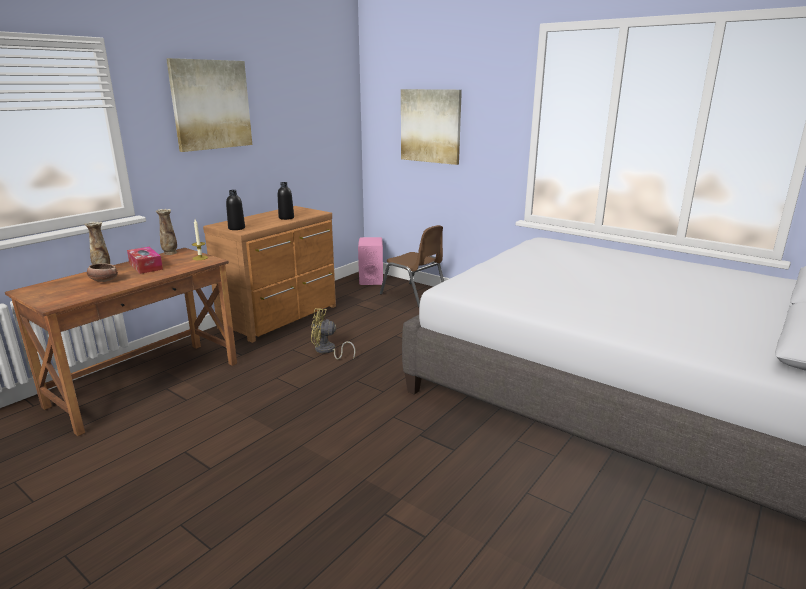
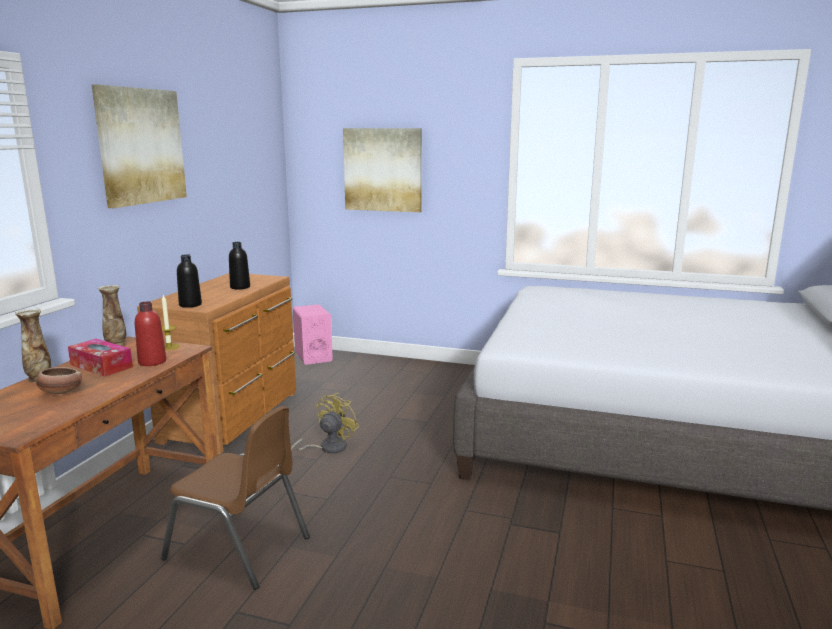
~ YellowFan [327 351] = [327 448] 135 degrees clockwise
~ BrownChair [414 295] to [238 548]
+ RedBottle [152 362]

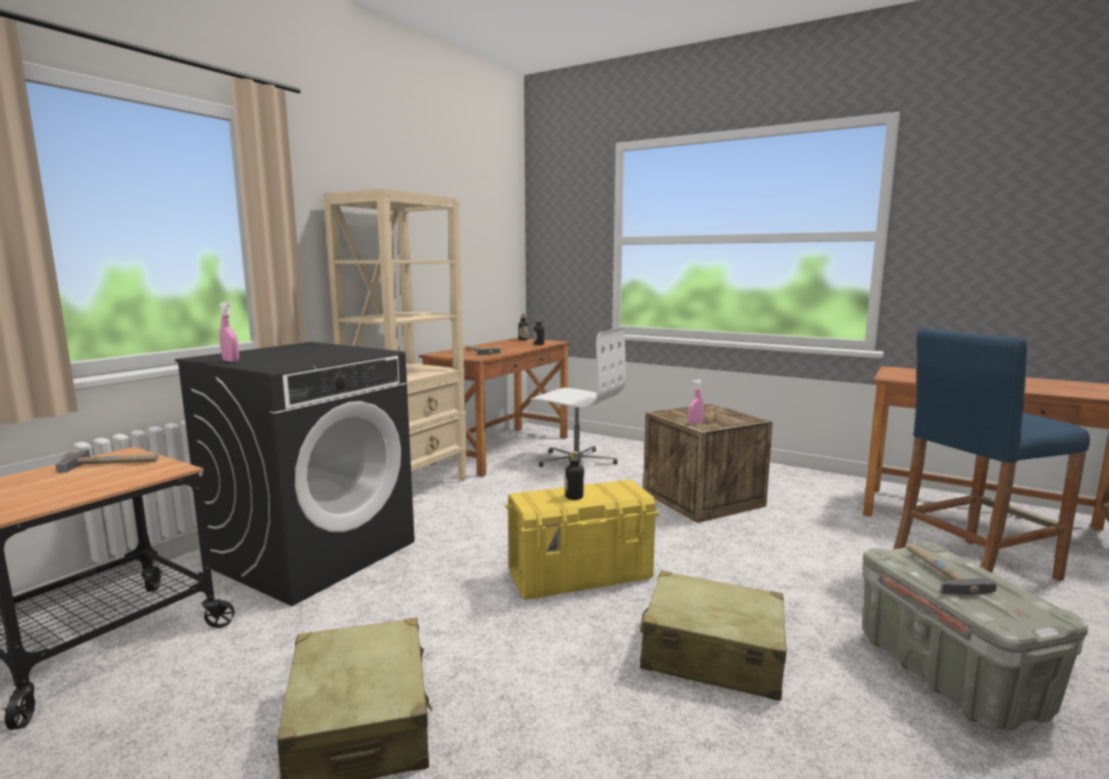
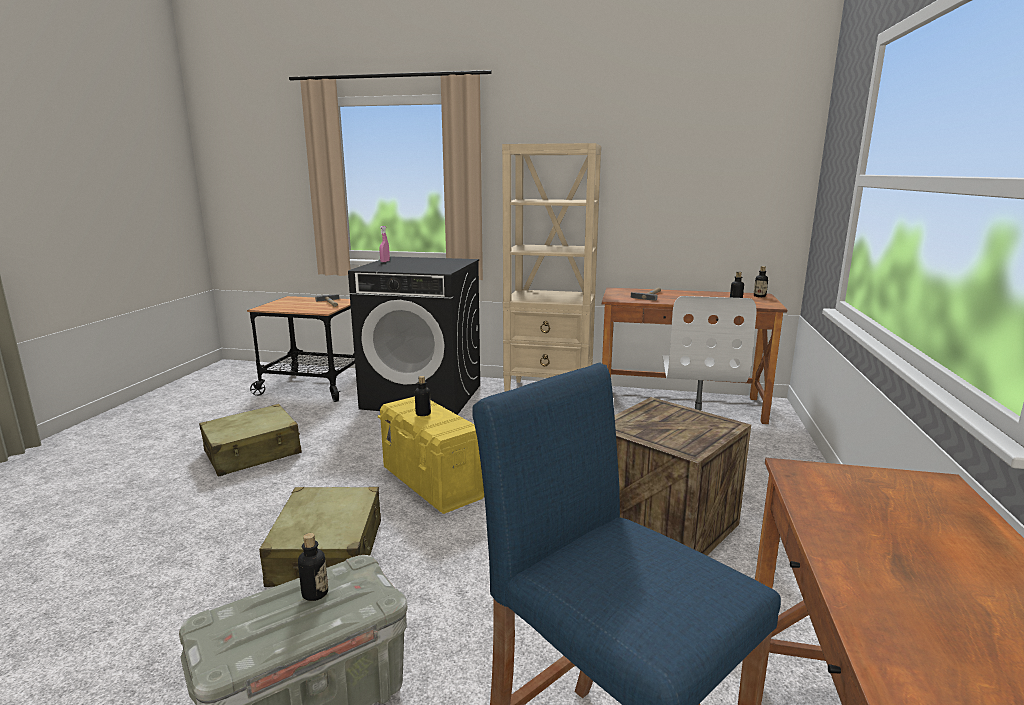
- PinkSprayBottle [695 424]
~ Hammer [937 572] to Bottle [315 593]

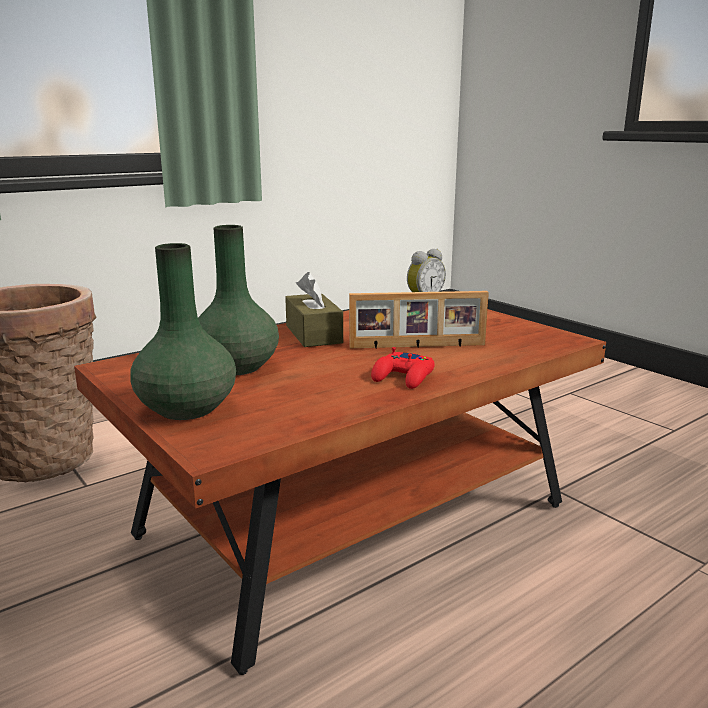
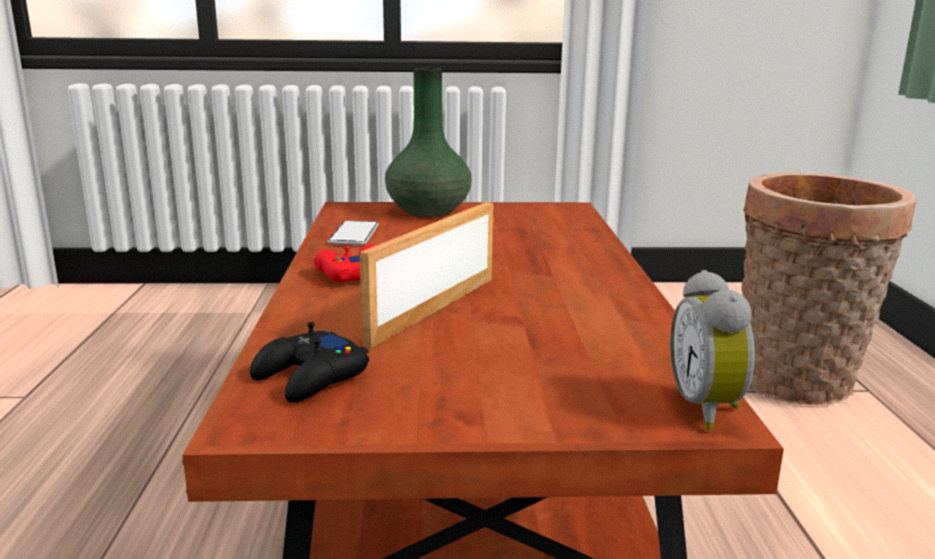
- GreenVase [237 367]
- BrownTissueBox [313 334]
+ BlackGameController [310 378]
+ Phone [354 235]

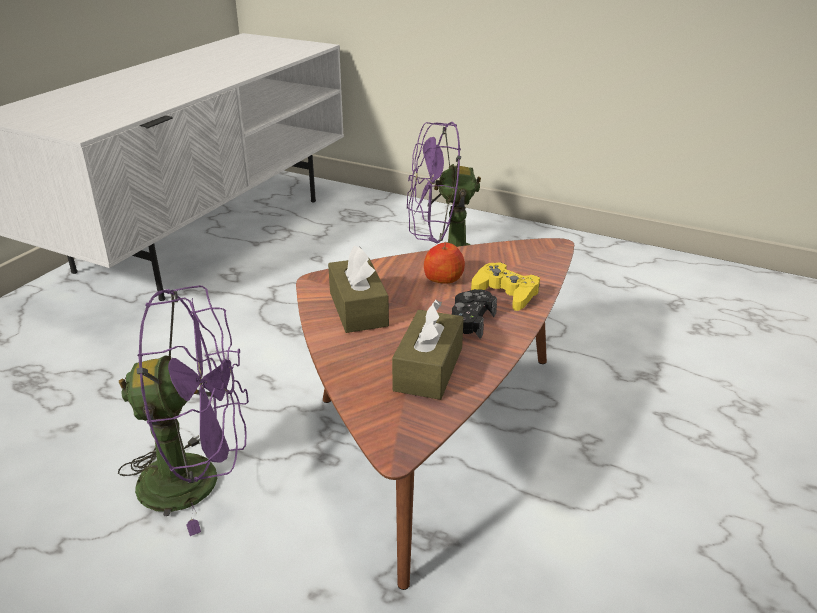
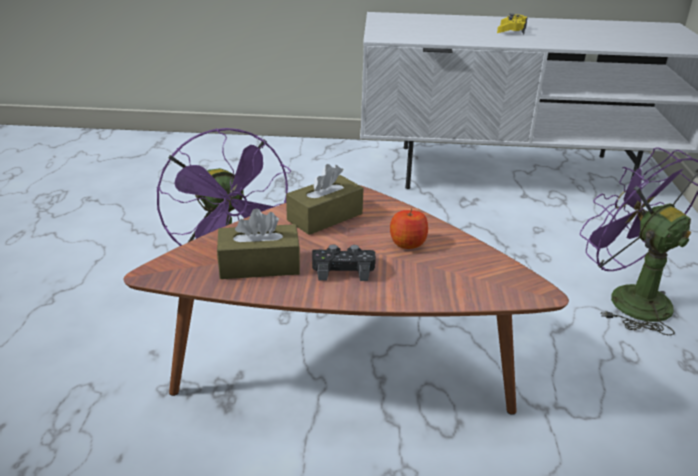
~ YellowGameController [506 293] to [511 30]

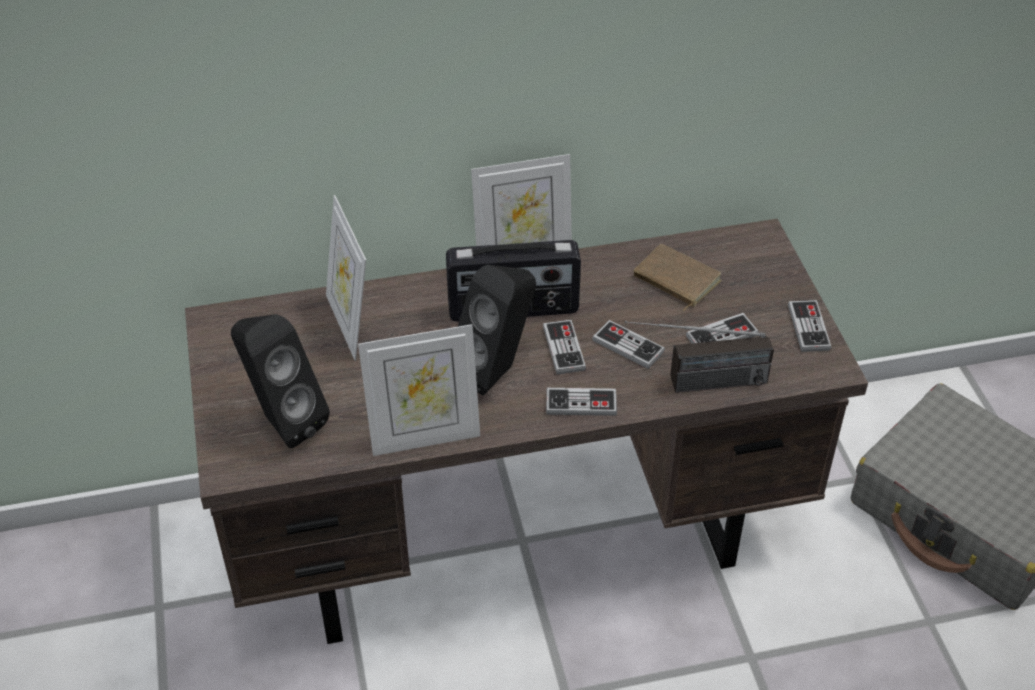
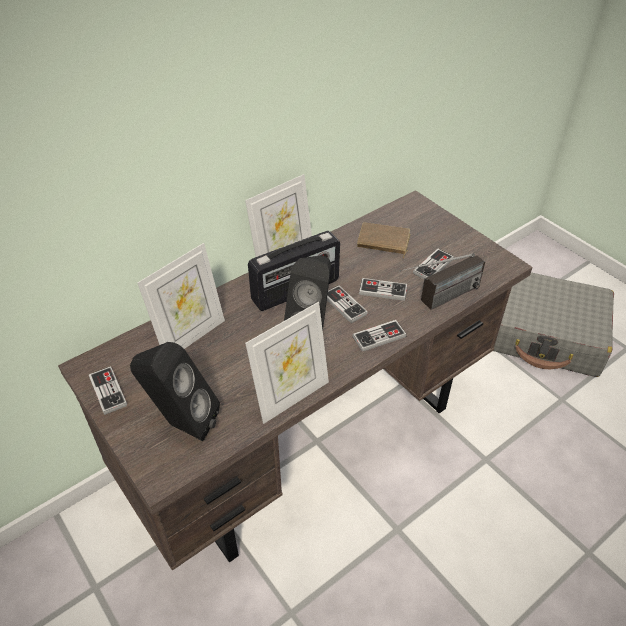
~ PictureFrame [350 324] = [191 336] 90 degrees counterclockwise
~ GameController [808 327] to [108 391]

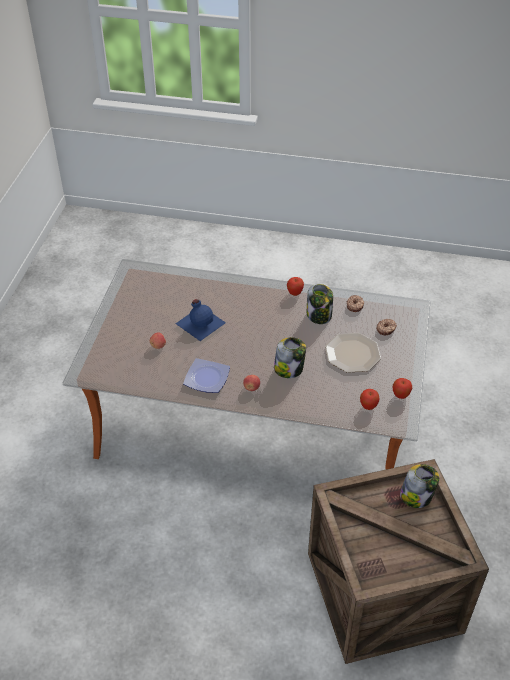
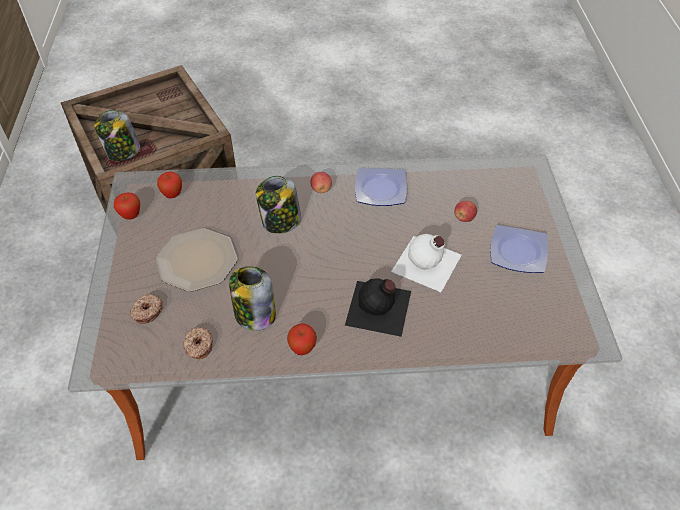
~ BlueBottle [200 322] to WhiteBottle [427 264]
+ BlackBottle [379 308]
+ Plate [519 251]

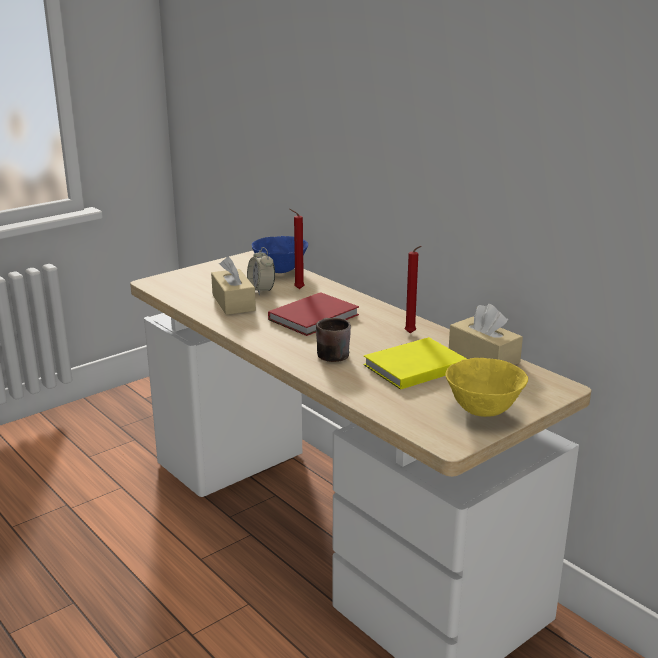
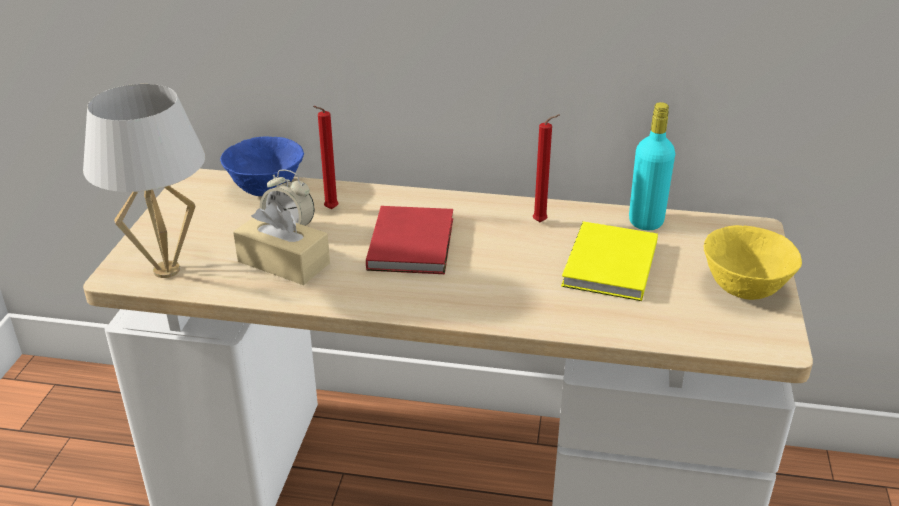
- BrownMug [328 353]
~ BeigeTissueBox [483 356] to TurquoiseBottle [646 221]
+ WhiteTableLamp [167 270]

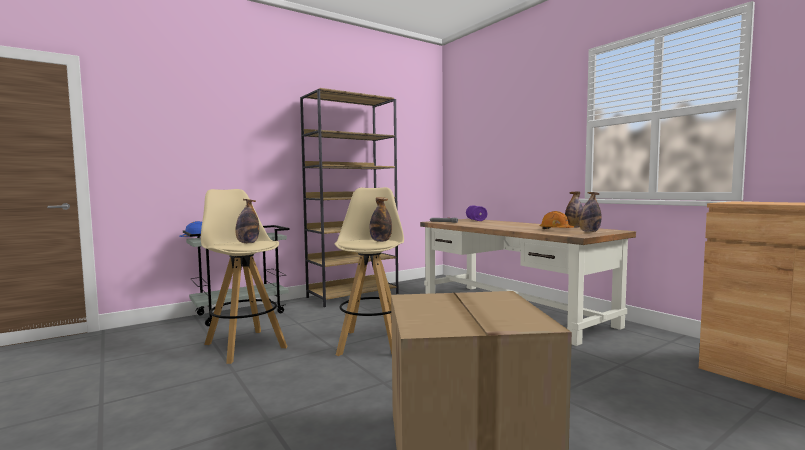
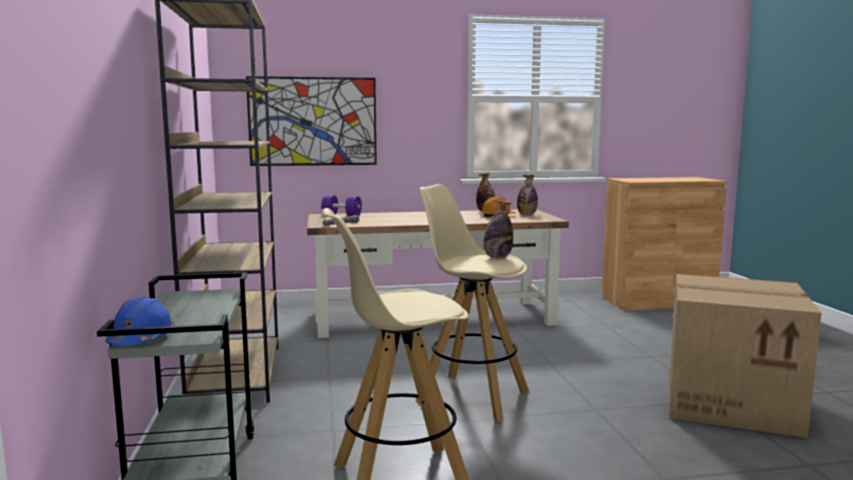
- Bottle [247 243]
+ Picture [313 121]

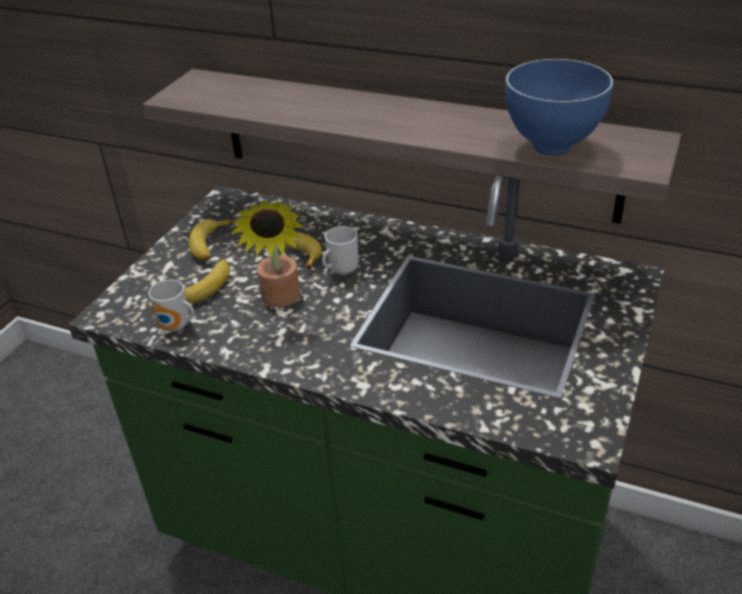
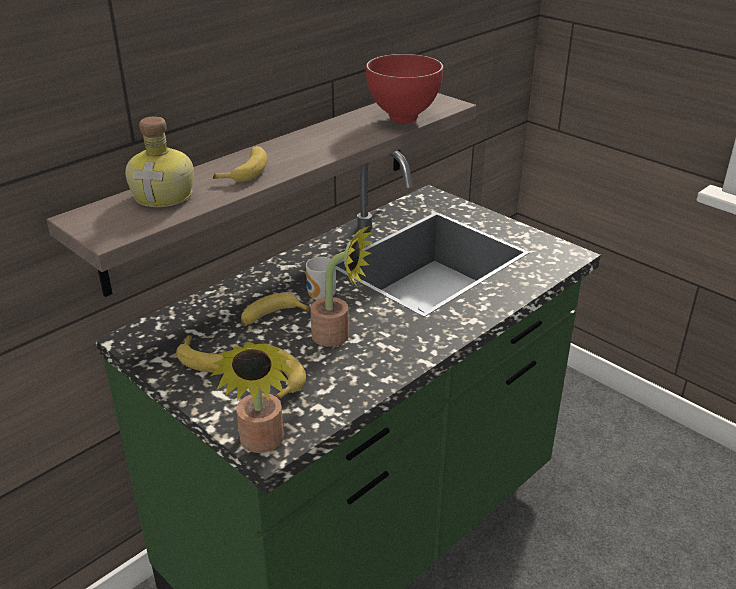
- Mug [176 327]
~ BlueBowl [549 148] to RedBowl [402 120]
+ Bottle [165 195]
+ PottedPlant [261 444]
+ Banana [245 170]

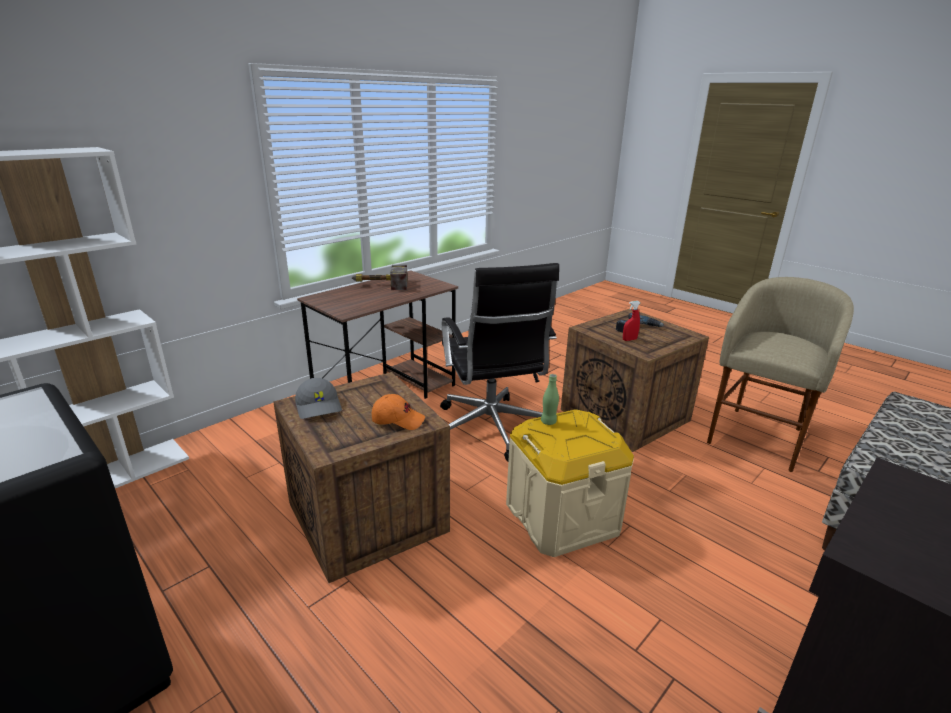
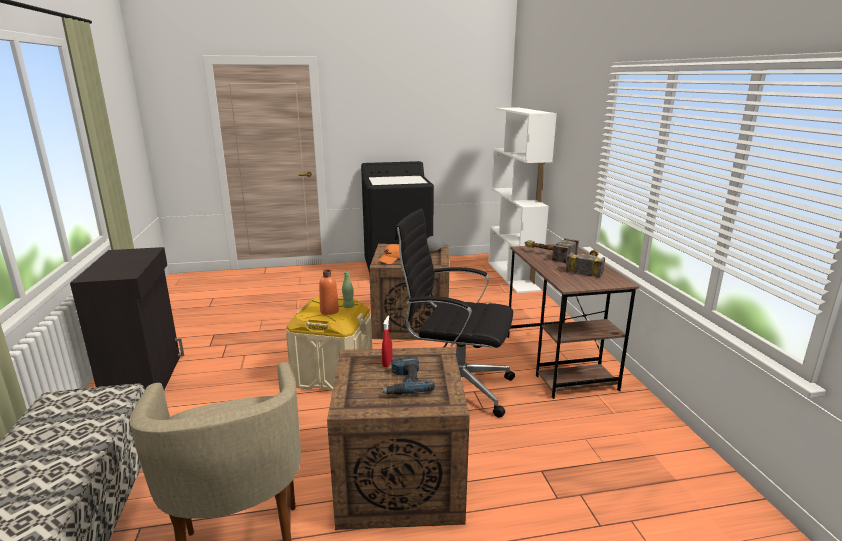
+ OrangeBottle [329 311]
+ Hammer [547 254]

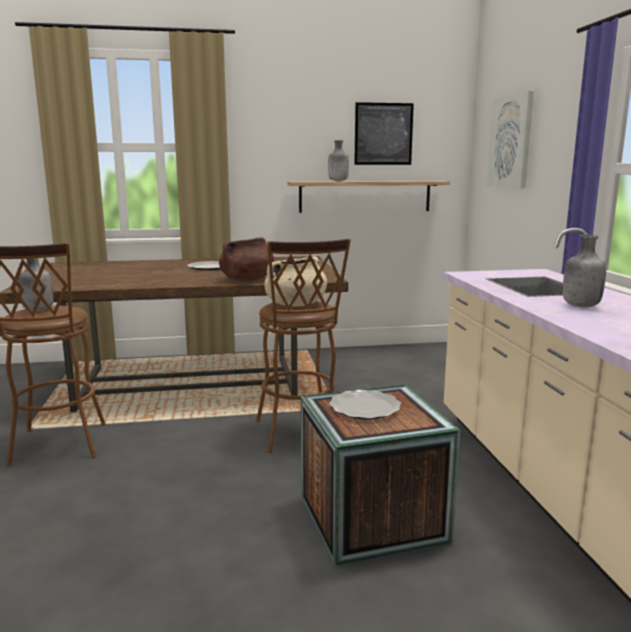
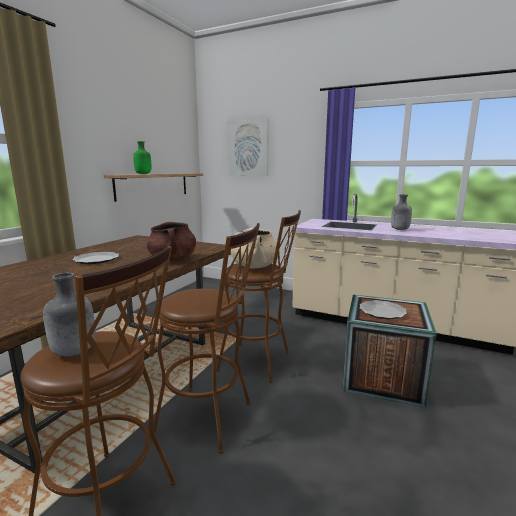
~ GreyBottle [338 181] to GreenBottle [143 174]
- Picture [383 134]
+ BrownStool [211 419]

